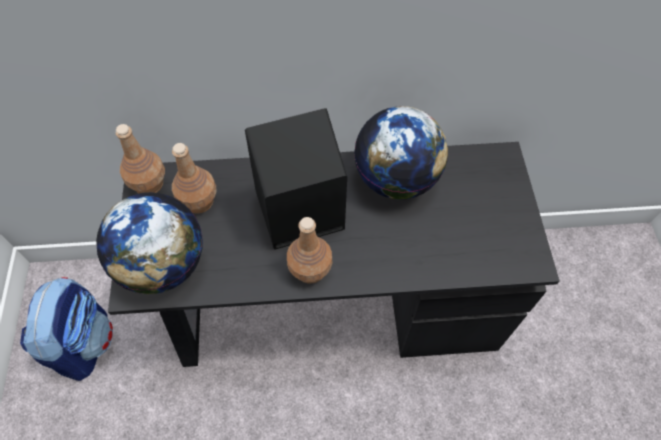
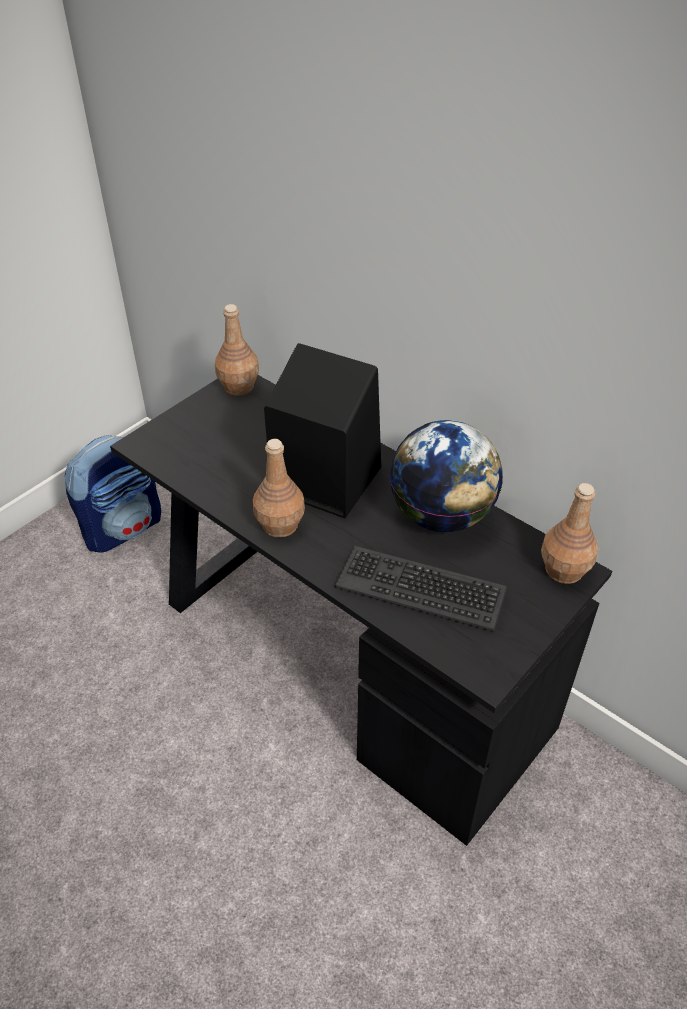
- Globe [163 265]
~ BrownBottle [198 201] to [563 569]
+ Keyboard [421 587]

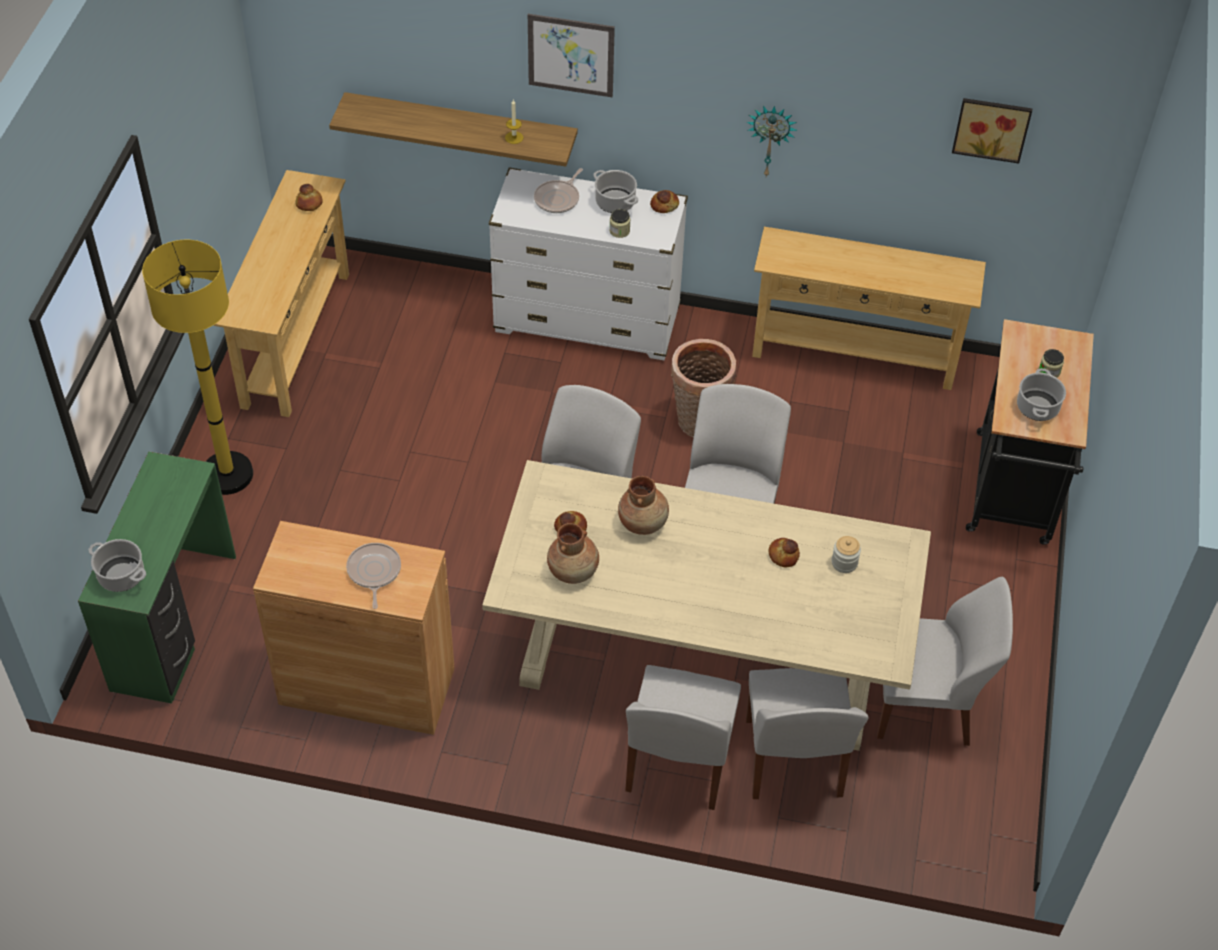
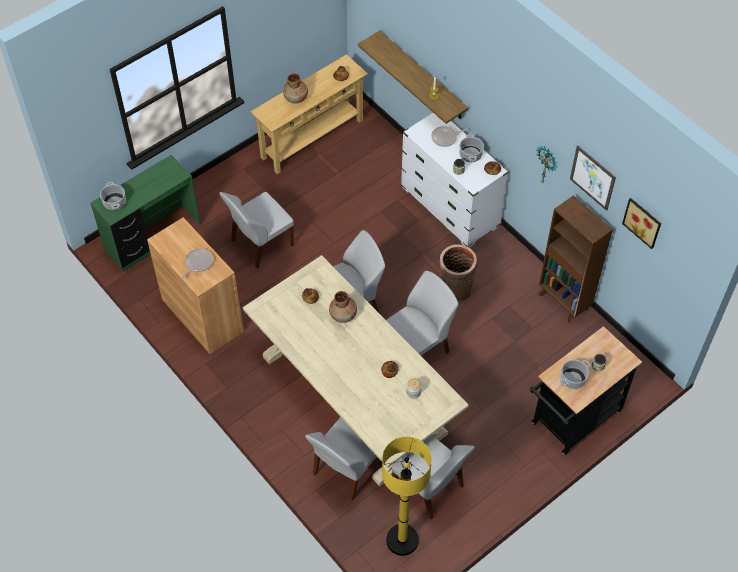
~ YellowFloorLamp [227 474] to [402 540]
~ Picture [571 55] to [592 177]
~ BrownVase [573 570] to [296 98]
~ WhiteChair [678 764] to [260 244]
~ BeigeConsoleTable [854 354] to BrownBookcase [563 302]

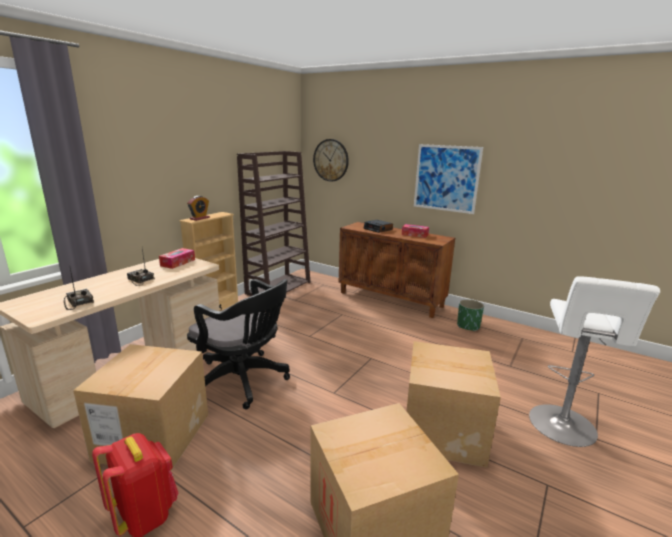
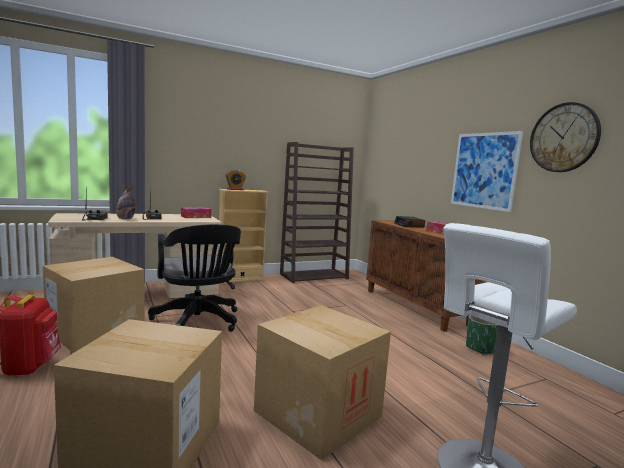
~ WallClock [331 160] to [564 138]
+ Bottle [125 219]

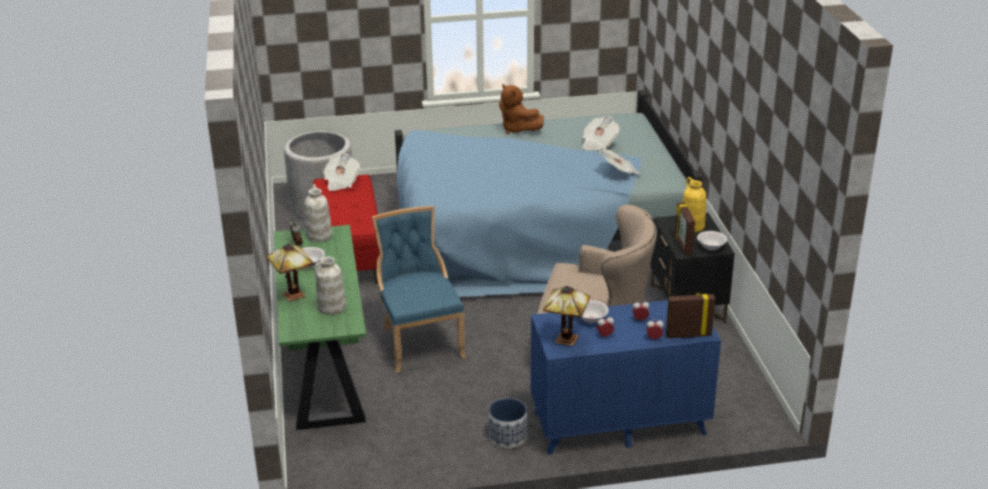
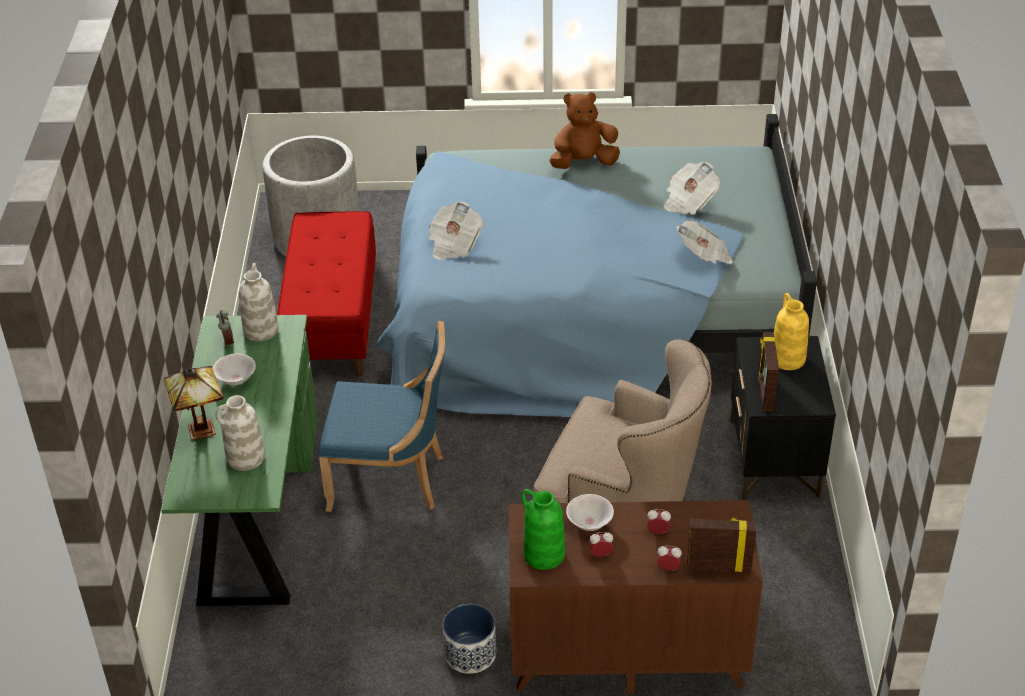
~ Newspaper [341 182] to [454 244]
~ BlueChair [419 341] = [391 480] 105 degrees clockwise
~ BrownPlushToy [517 129] = [583 163] 105 degrees clockwise
~ BlueDresser [618 423] to BrownDresser [626 651]
~ TableLamp [564 339] to GreenVase [543 554]
- WhiteBowl [711 247]

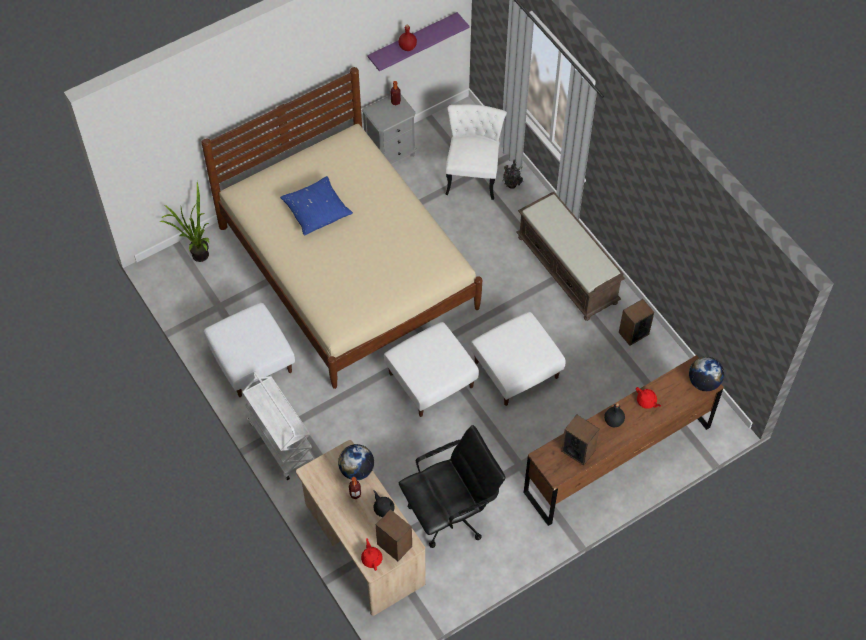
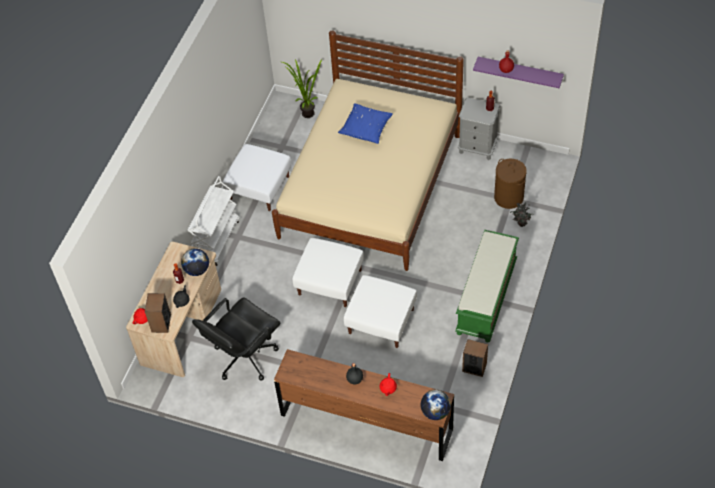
~ BlackOfficeChair [451 513] = [244 357] 105 degrees clockwise
~ WhiteChair [473 173] to BrownLaundryBasket [509 197]
~ BrownBench [568 270] to GreenBench [487 298]
- Speaker [578 450]

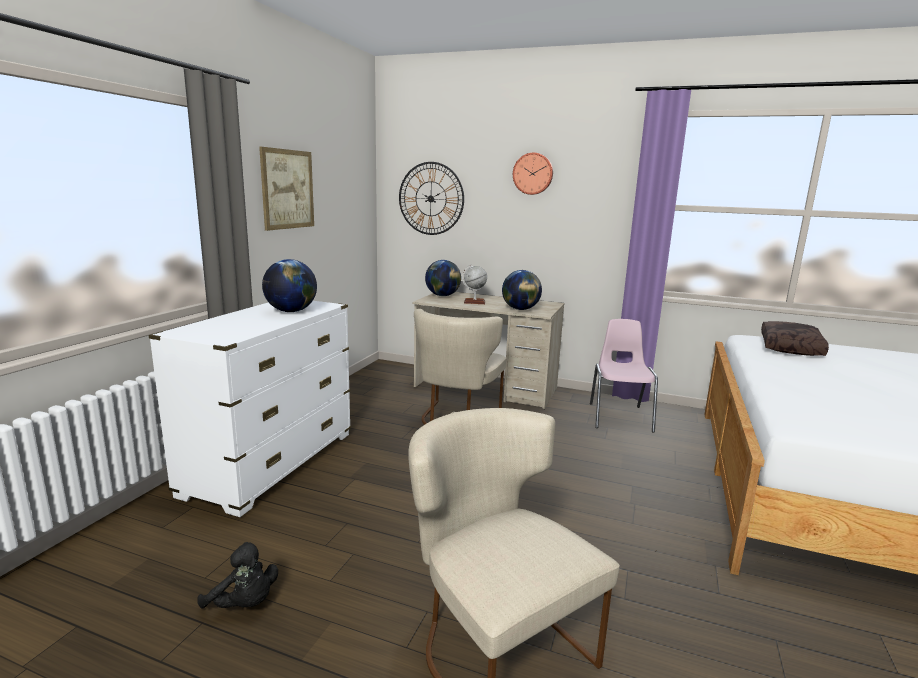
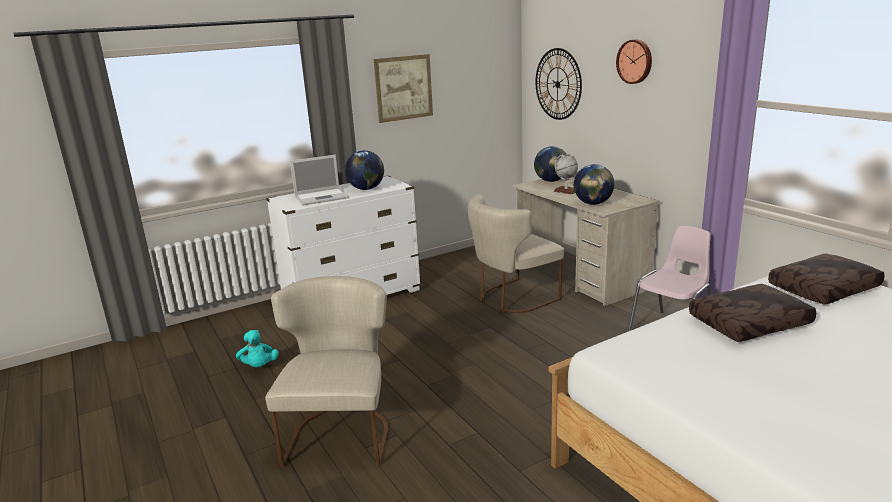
~ BlackPlushToy [244 604] to TurquoisePlushToy [259 367]
+ Laptop [322 197]
+ BrownPillow [749 324]

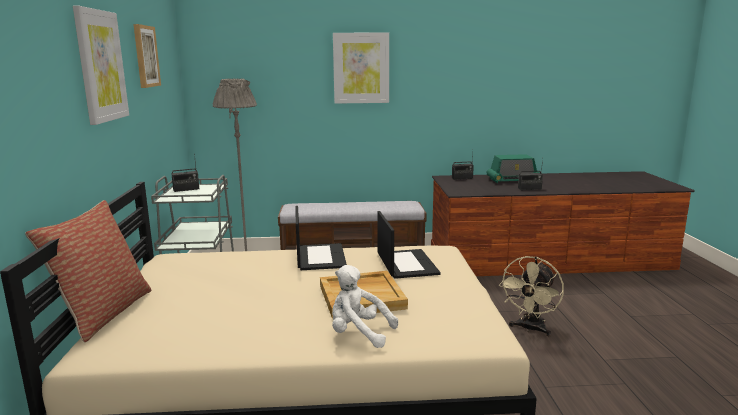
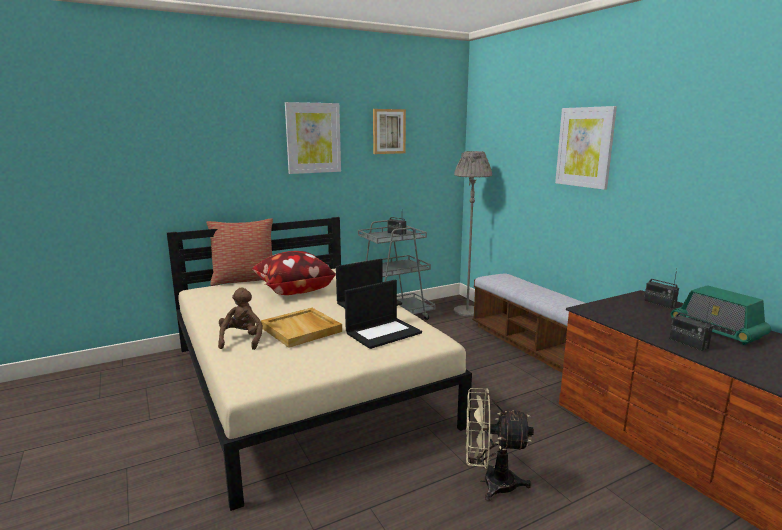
~ WhitePlushToy [358 334] to BrownPlushToy [242 340]
+ Pillow [293 290]

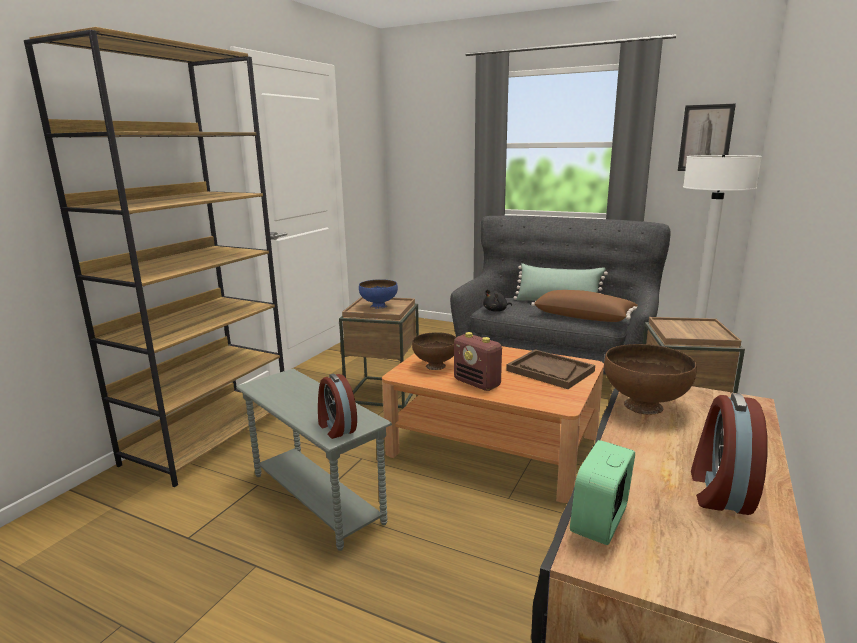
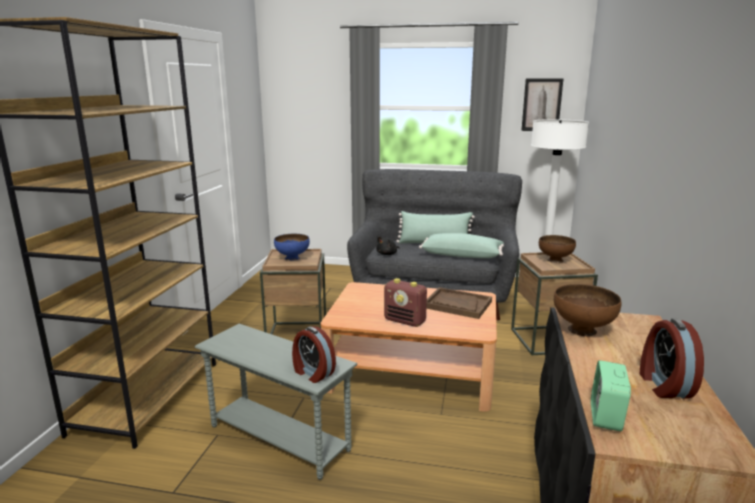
~ BrownBowl [435 366] to [555 260]
~ BrownPillow [584 317] to GreenPillow [462 255]

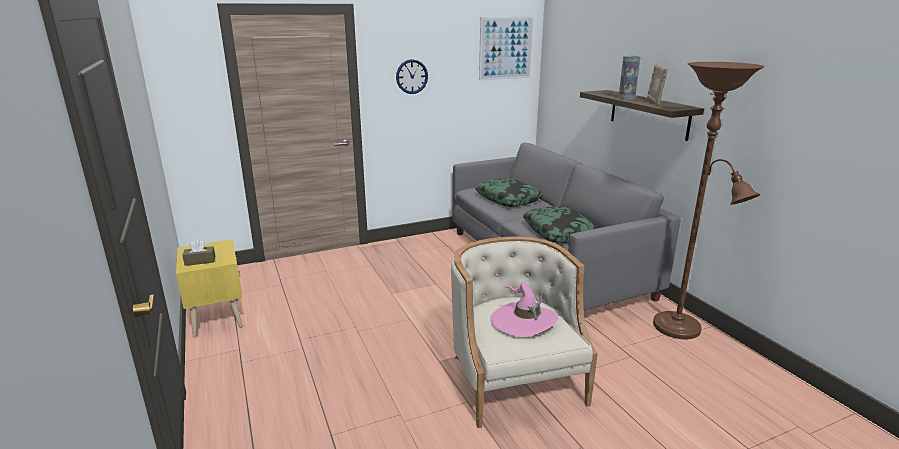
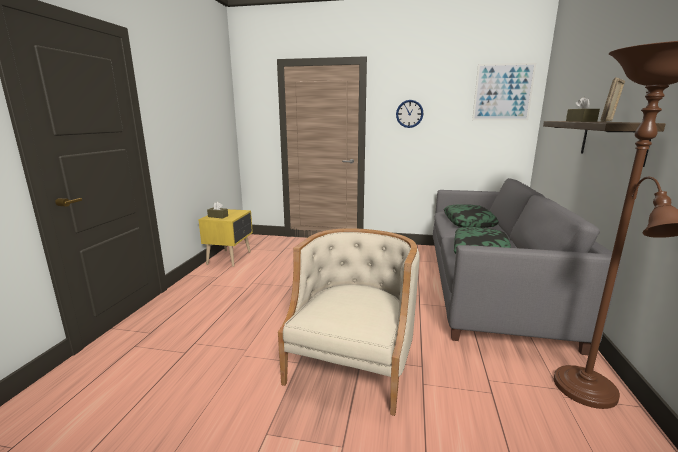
- PinkHat [523 321]
~ Vase [626 98] to BrownTissueBox [581 121]

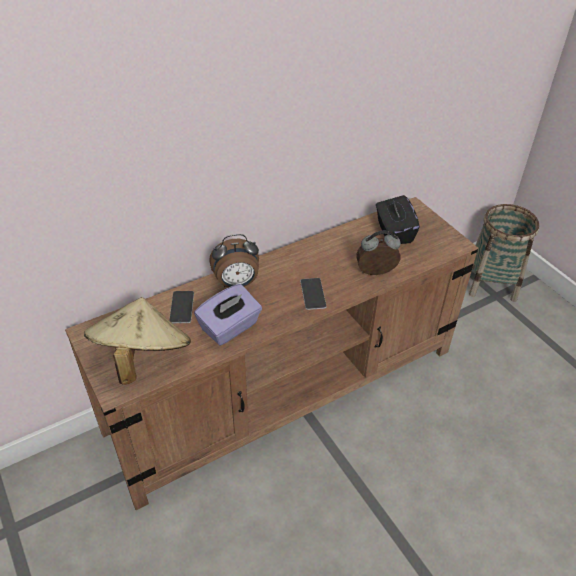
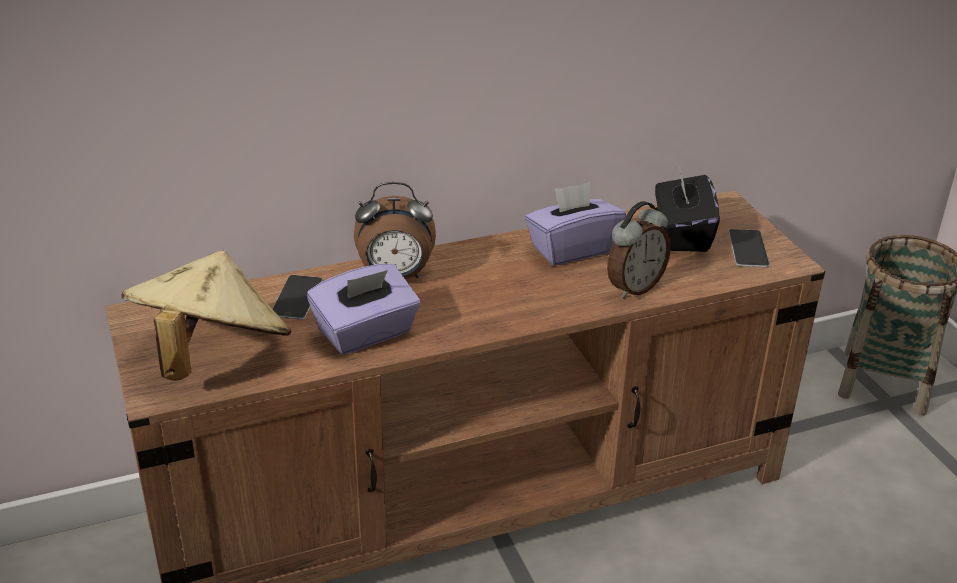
~ Phone [313 293] to [748 248]
~ AlarmClock [376 273] = [633 287] 135 degrees clockwise
+ PurpleTissueBox [572 249]

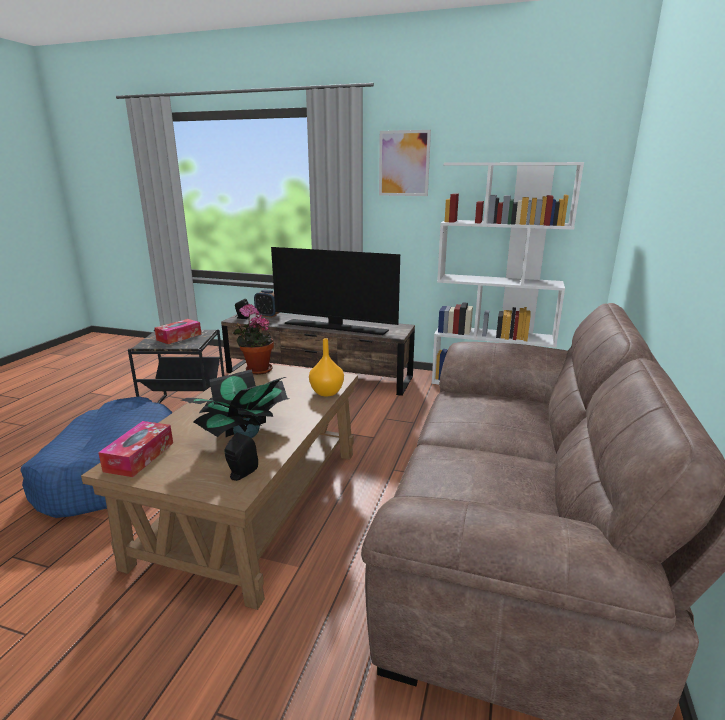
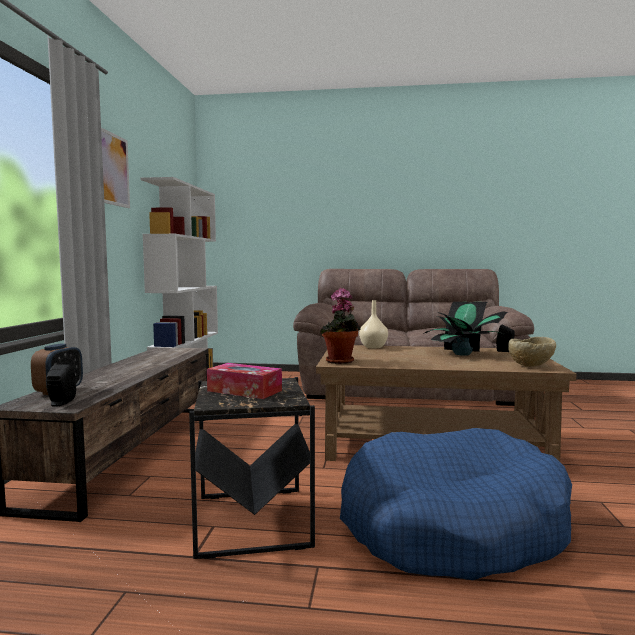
~ TissueBox [139 457] to BeigeBowl [531 366]
- Television [336 327]
~ OrangeVase [326 392] to BeigeVase [373 347]

